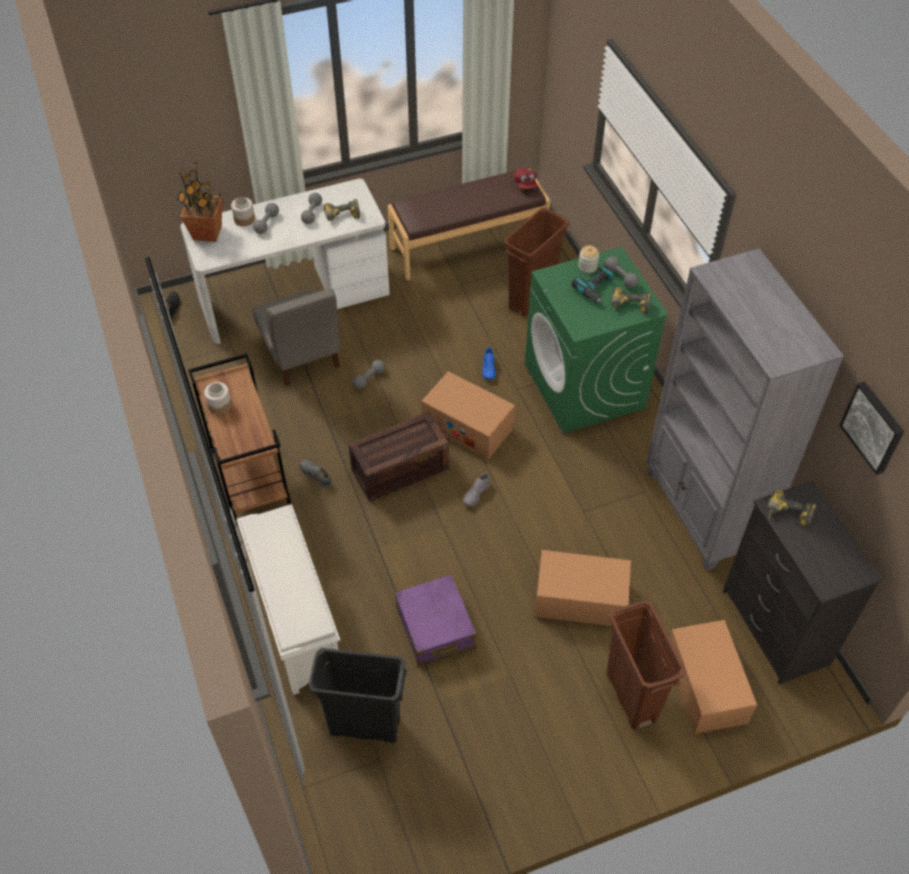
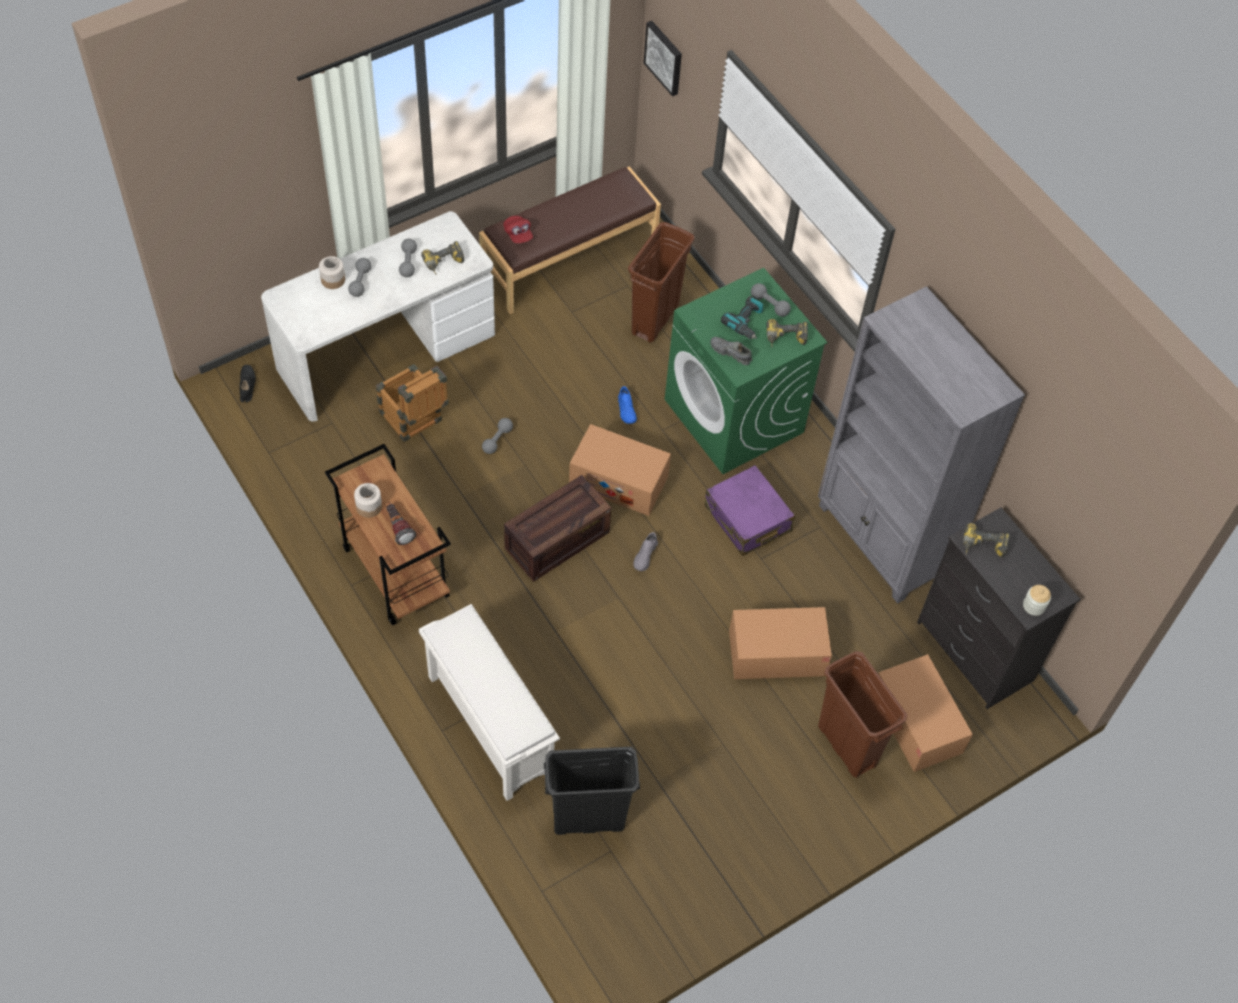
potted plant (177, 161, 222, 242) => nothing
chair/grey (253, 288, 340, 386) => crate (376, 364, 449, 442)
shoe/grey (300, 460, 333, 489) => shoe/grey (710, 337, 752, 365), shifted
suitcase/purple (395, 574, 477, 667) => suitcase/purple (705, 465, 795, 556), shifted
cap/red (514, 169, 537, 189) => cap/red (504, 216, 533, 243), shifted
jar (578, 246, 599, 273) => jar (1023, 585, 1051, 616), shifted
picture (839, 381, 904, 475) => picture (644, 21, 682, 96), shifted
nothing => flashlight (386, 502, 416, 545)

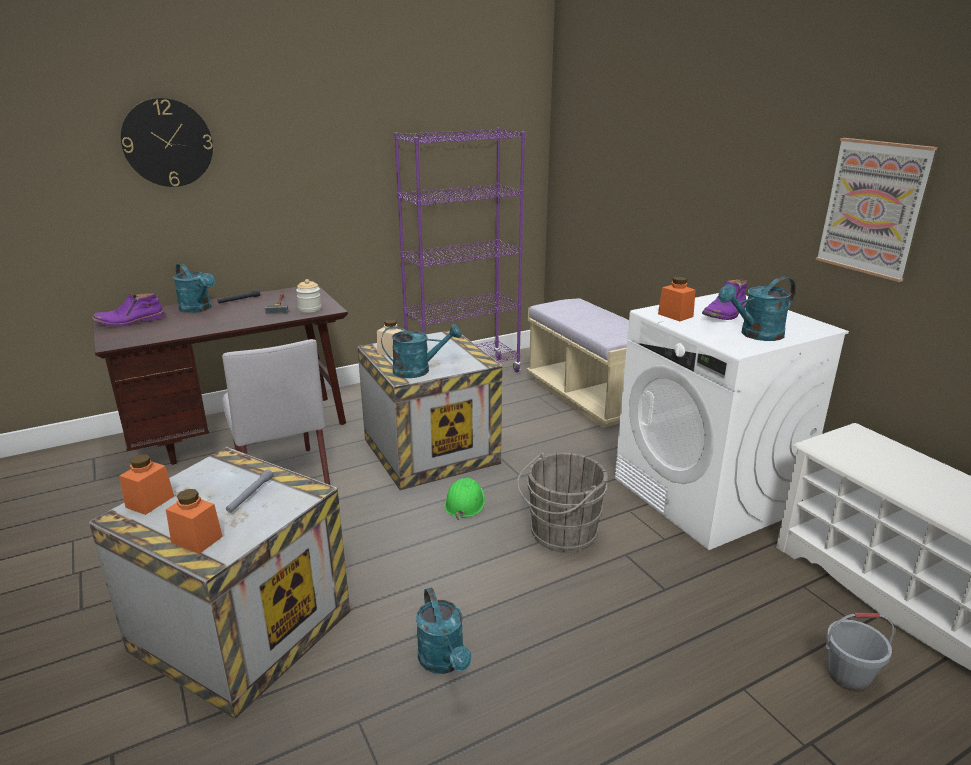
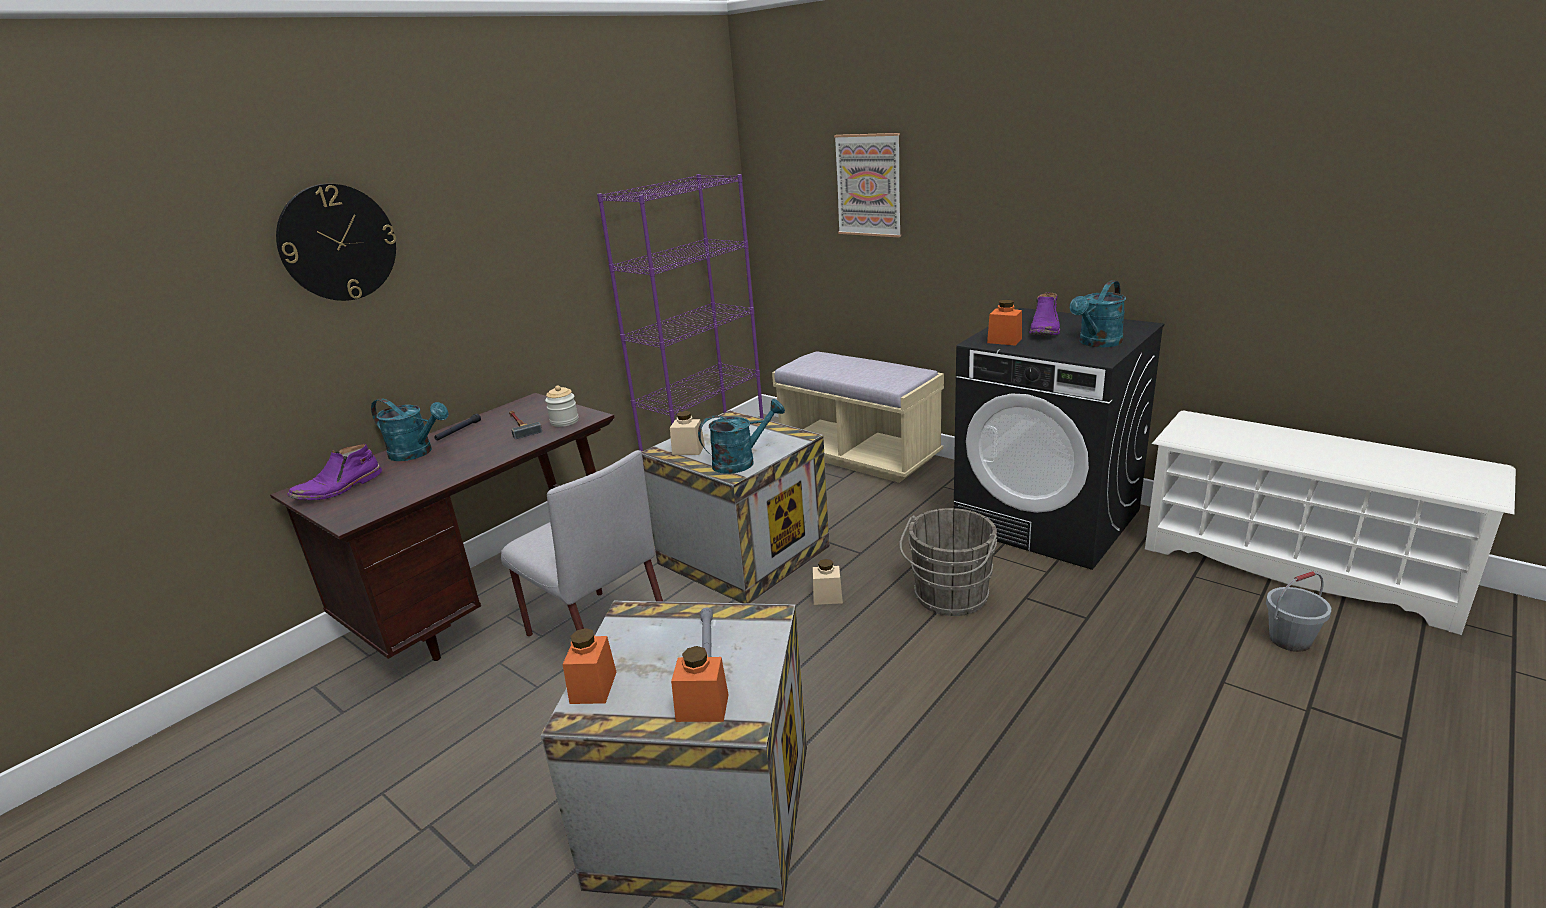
watering can/turquoise (416, 587, 472, 674) => nothing
hard hat/green (444, 478, 485, 520) => jar/beige (813, 559, 843, 605)
washing machine/white (615, 293, 849, 550) => washing machine/black (954, 308, 1165, 570)
picture (816, 138, 937, 282) => picture (834, 133, 901, 237), shifted

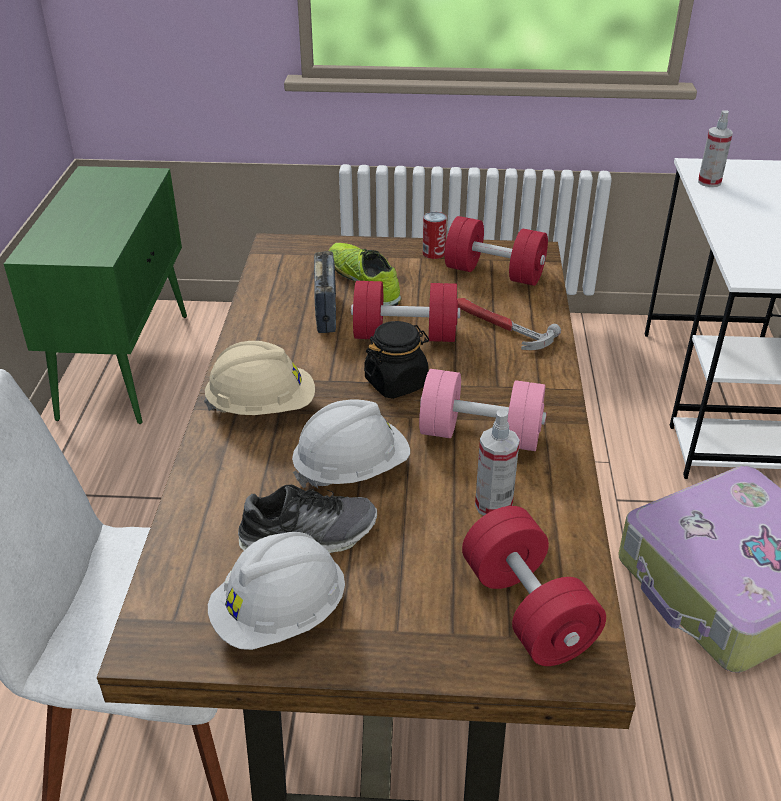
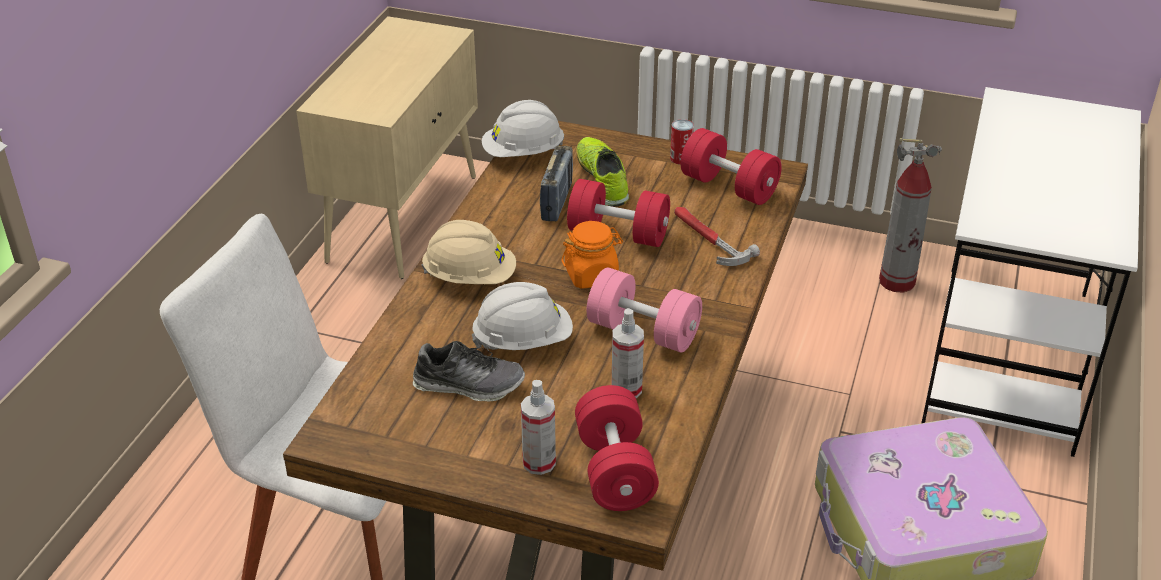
cabinet/green (4, 166, 187, 424) => cabinet/beige (296, 16, 478, 279)
hard hat/white (208, 532, 345, 650) => hard hat/white (482, 100, 564, 157), shifted
jar/black (364, 321, 429, 399) => jar/orange (562, 221, 623, 289)
spray bottle (698, 110, 733, 187) => spray bottle (521, 380, 556, 475), shifted
nothing => fire extinguisher (879, 138, 942, 292)

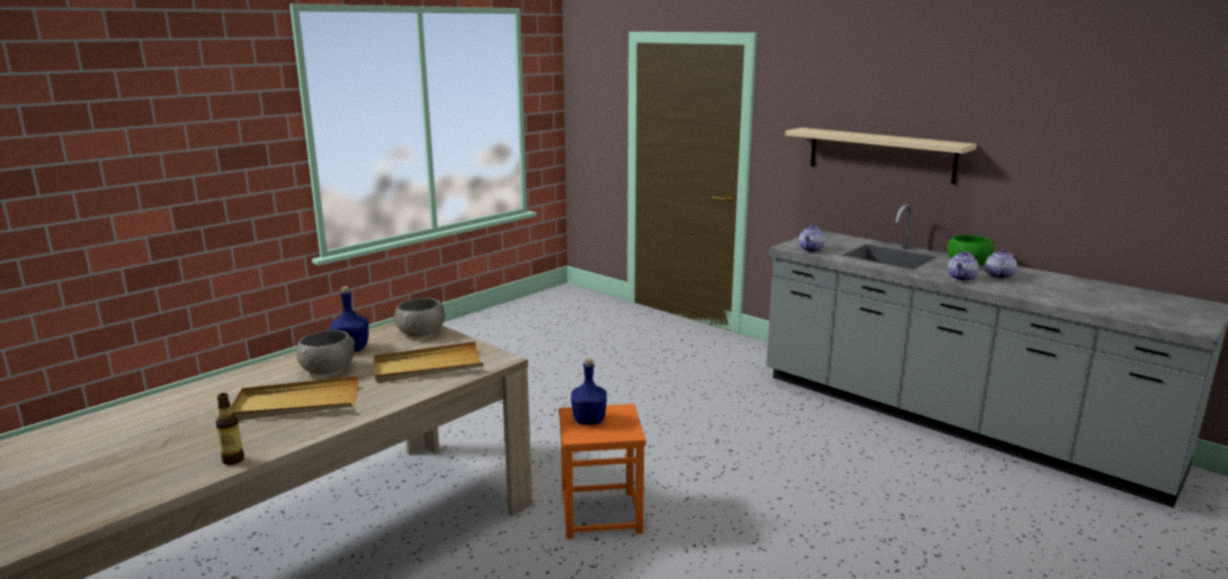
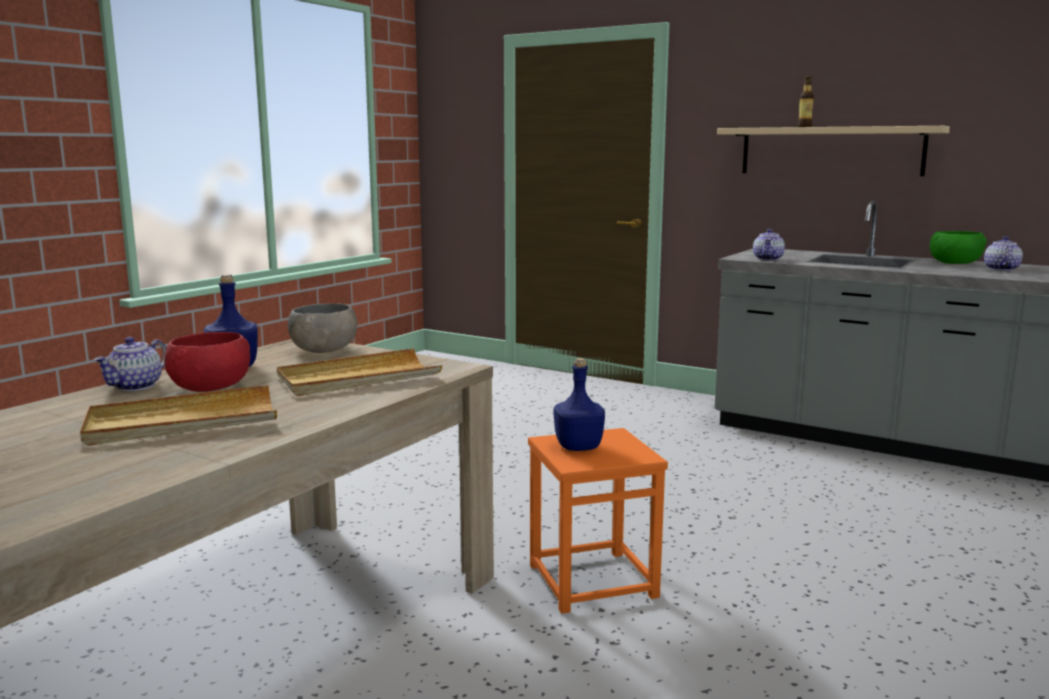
bottle (216, 393, 244, 465) => bottle (798, 76, 814, 127), shifted
bowl/grey (296, 330, 355, 374) => bowl/red (164, 332, 250, 392)
teapot (948, 251, 979, 281) => teapot (94, 337, 166, 391), shifted

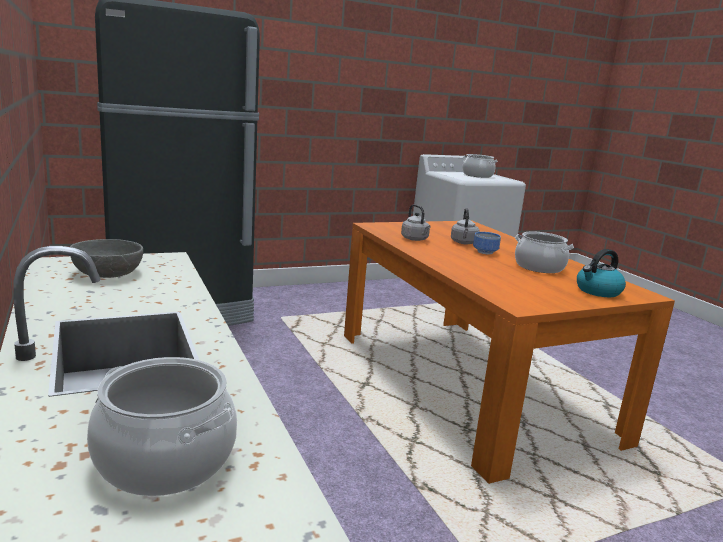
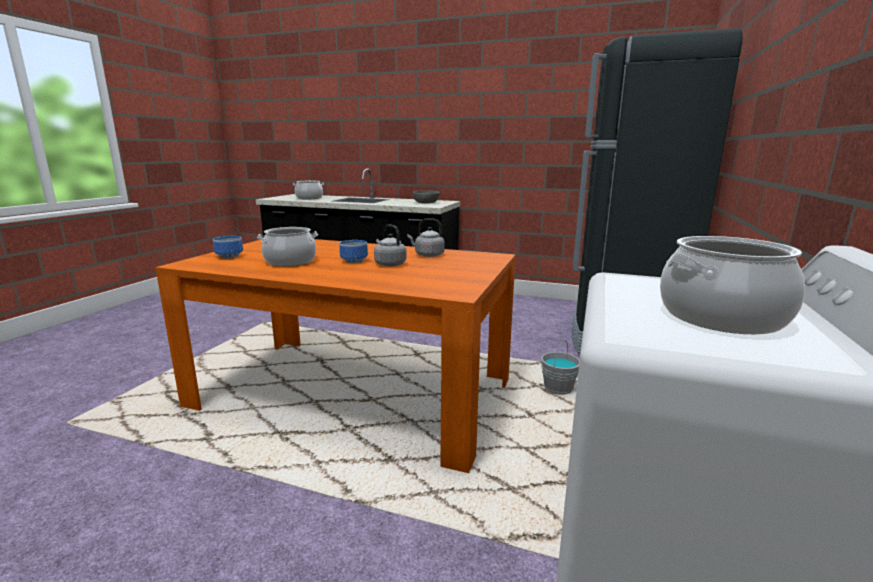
kettle (577, 249, 626, 297) => bowl (213, 236, 243, 258)
nothing => bucket/grey (541, 340, 580, 394)

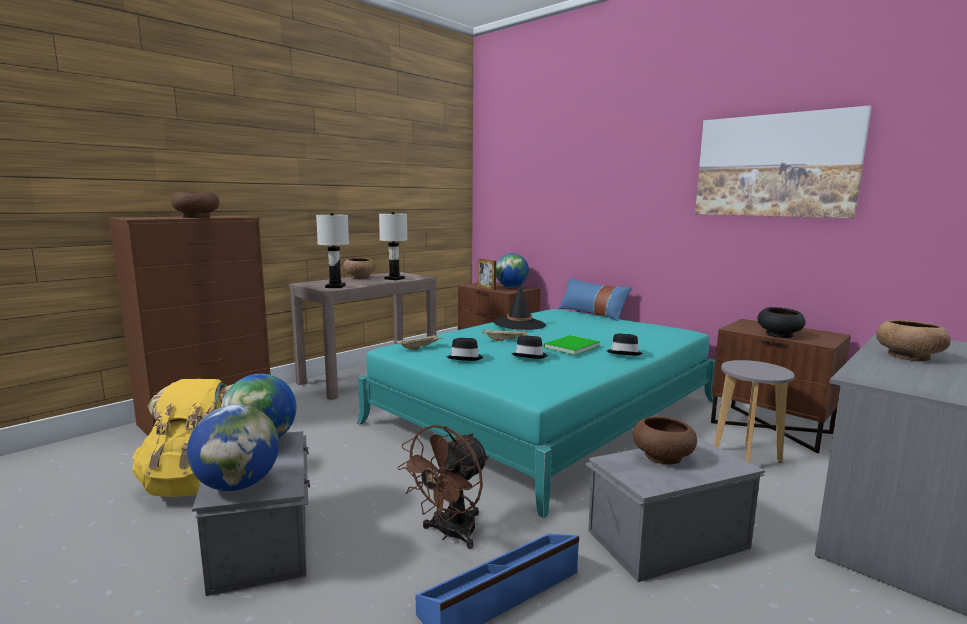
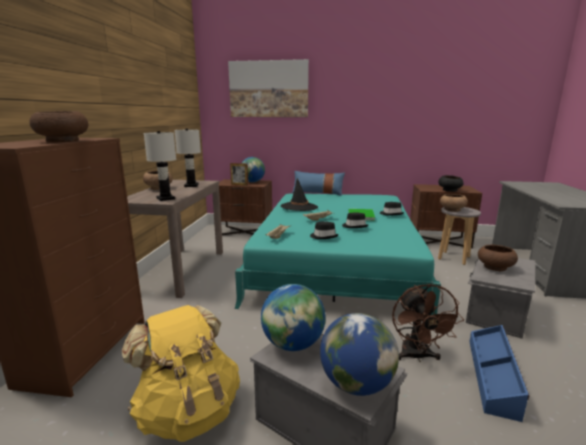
picture (695, 106, 872, 218) => picture (228, 59, 309, 117), shifted
bowl/brown (876, 320, 951, 361) => bowl/brown (440, 194, 468, 212), shifted

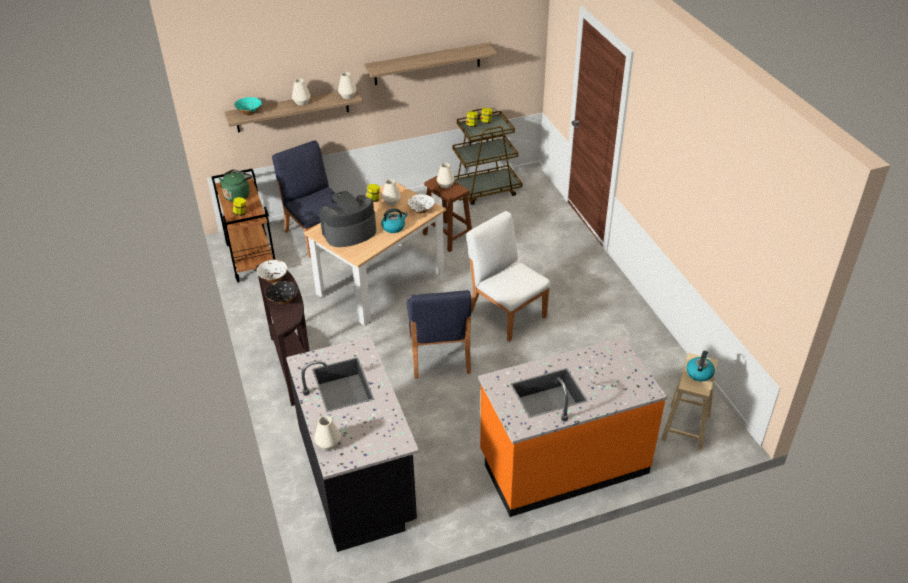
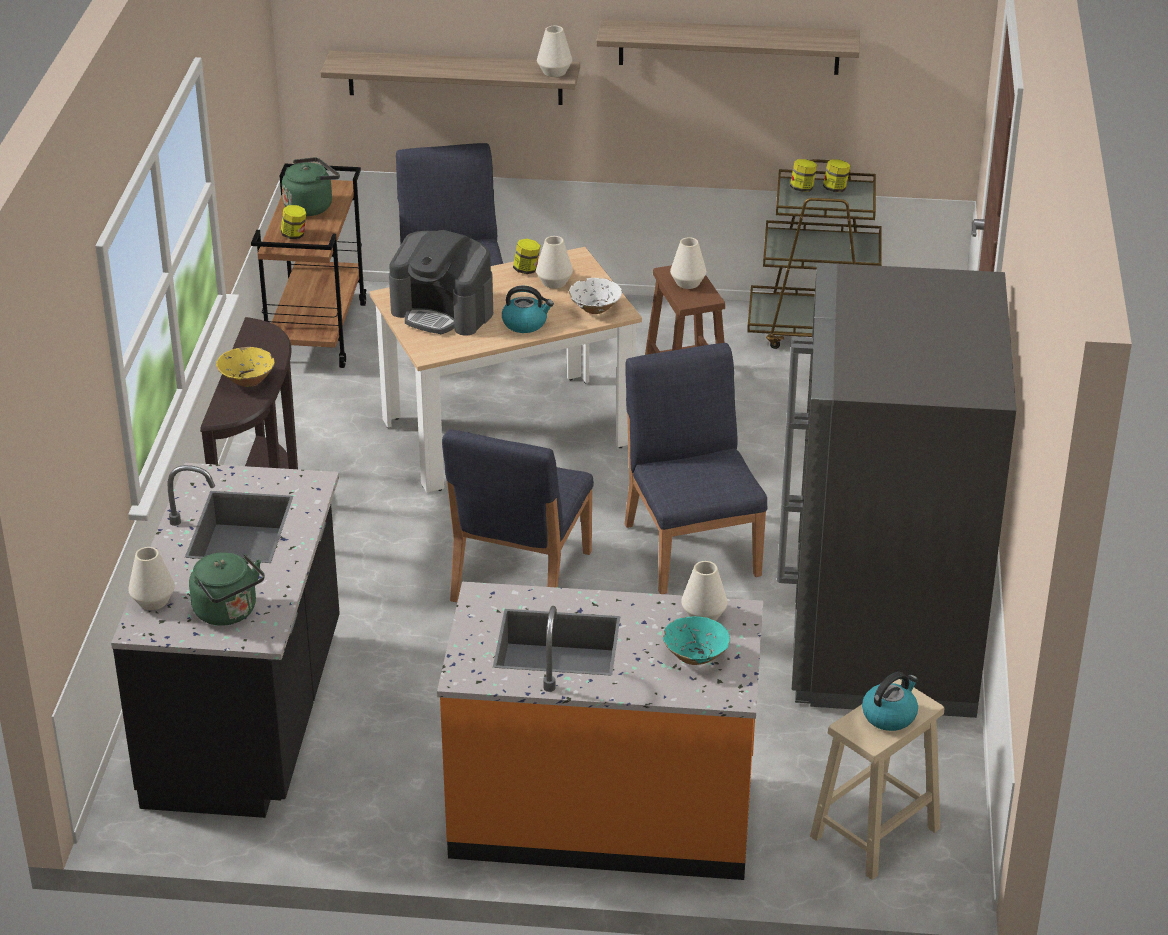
bowl/turquoise (234, 97, 262, 115) => bowl/turquoise (663, 616, 730, 665), shifted
bowl/white (257, 260, 288, 283) => nothing
bowl/black (265, 281, 298, 304) => bowl/yellow (216, 347, 275, 387)
vase/white (292, 78, 311, 106) => vase/white (681, 561, 728, 621), shifted
coffee machine (320, 191, 376, 247) => coffee machine (389, 230, 493, 336), 150 degrees counterclockwise
chair/white (466, 211, 550, 342) => chair/blue (625, 343, 767, 594)
nothing => kettle/green (189, 552, 265, 626)
nothing => fridge/grey (777, 263, 1016, 718)

